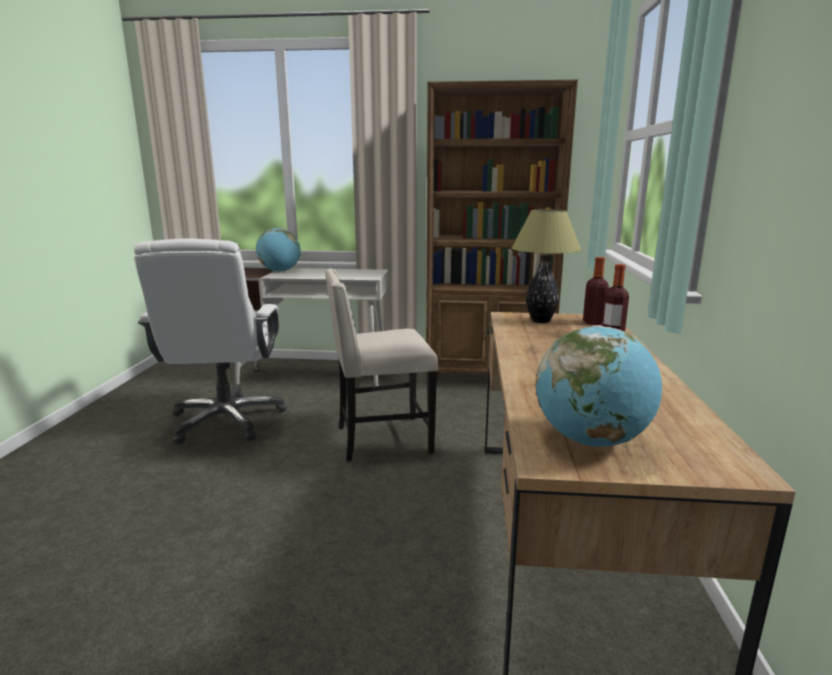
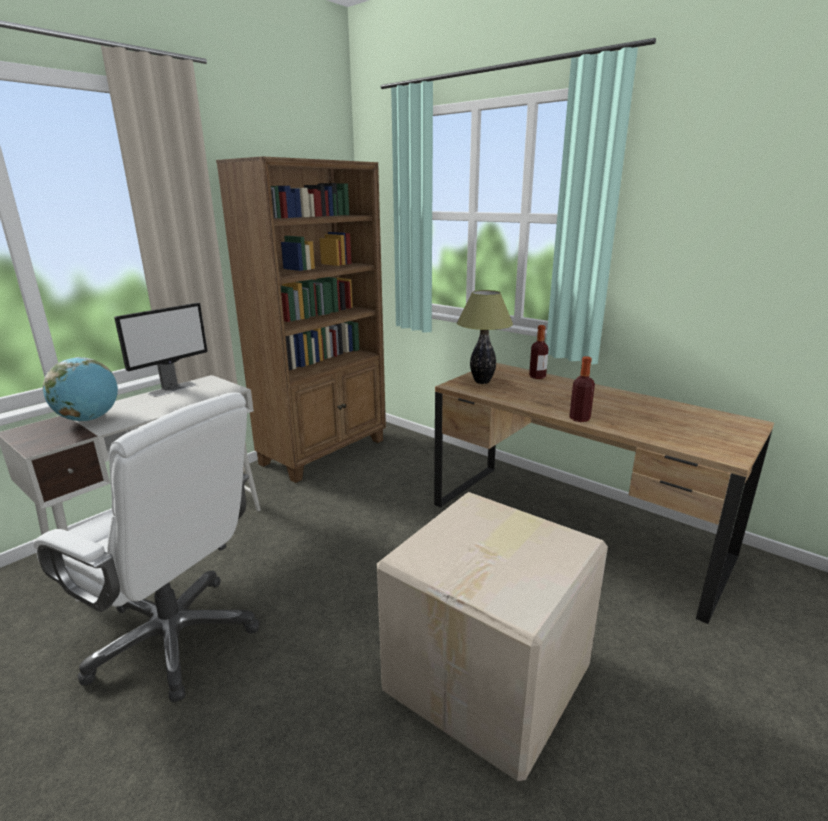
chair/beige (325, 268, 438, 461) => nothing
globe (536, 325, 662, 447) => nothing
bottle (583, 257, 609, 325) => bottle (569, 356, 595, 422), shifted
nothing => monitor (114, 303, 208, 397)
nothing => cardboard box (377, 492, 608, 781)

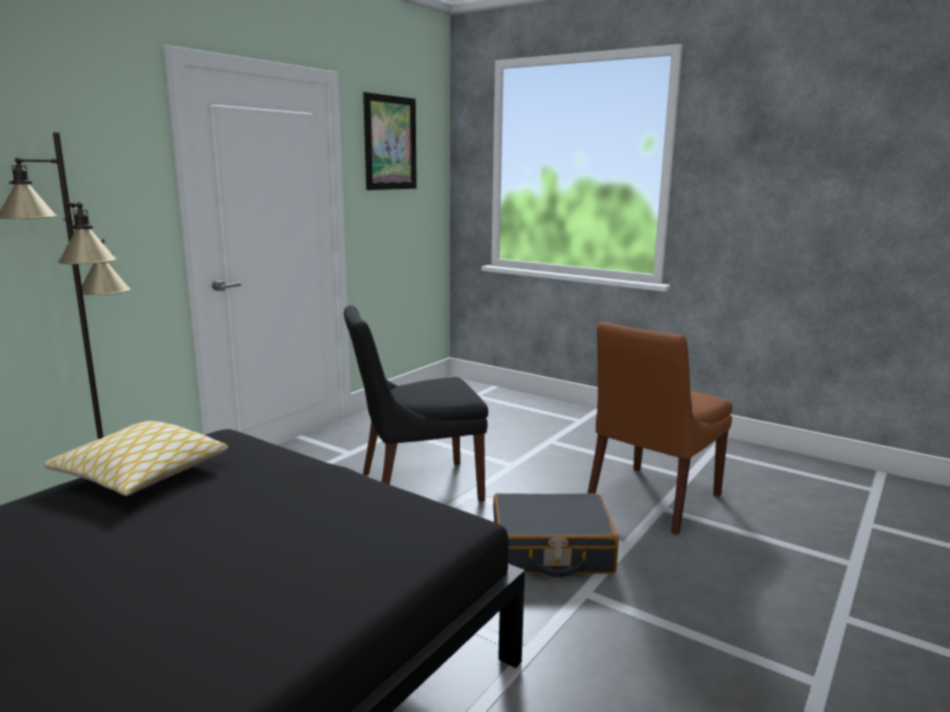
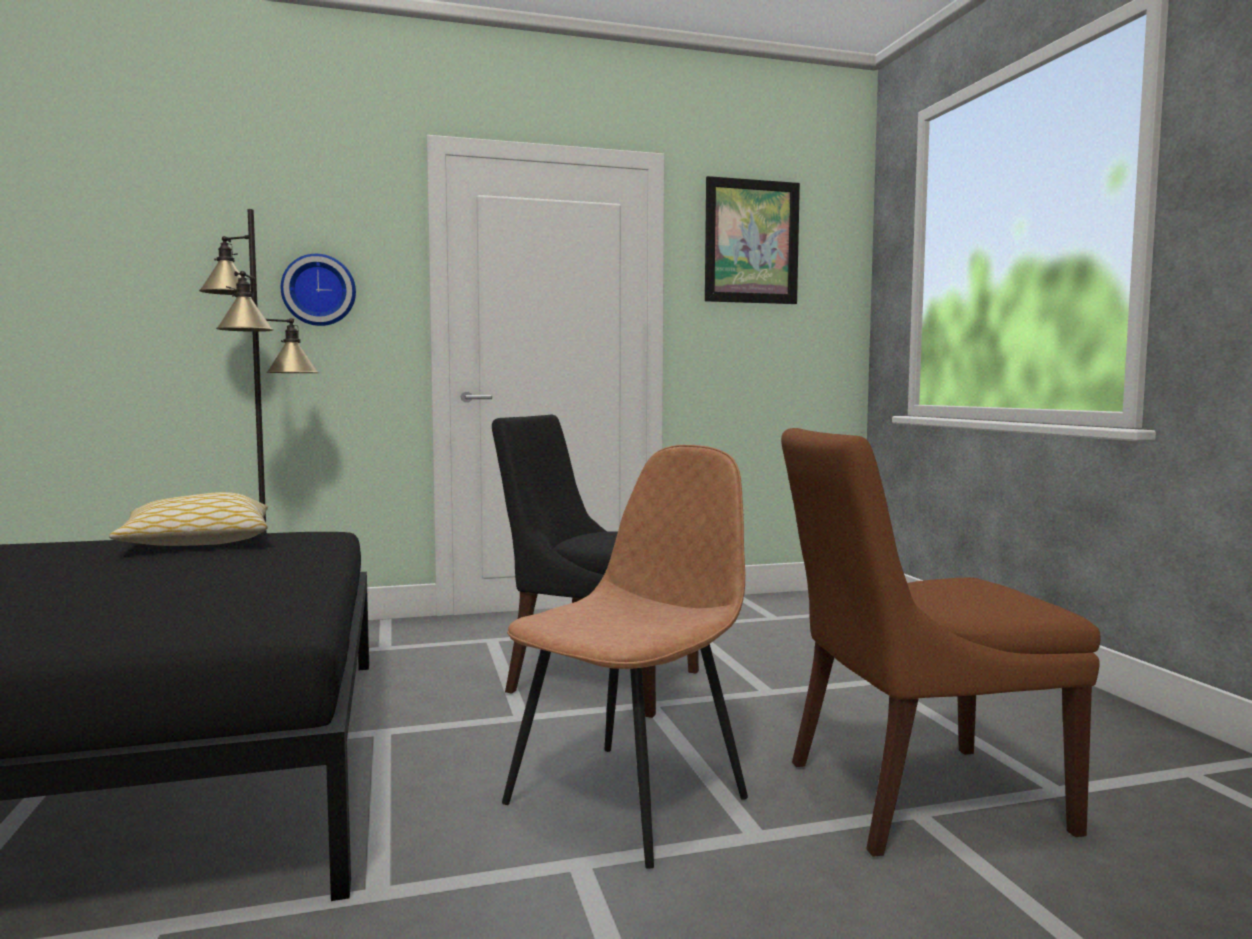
suitcase/black (493, 493, 619, 577) => chair/brown (502, 445, 748, 869)
nothing => wall clock (281, 254, 356, 326)

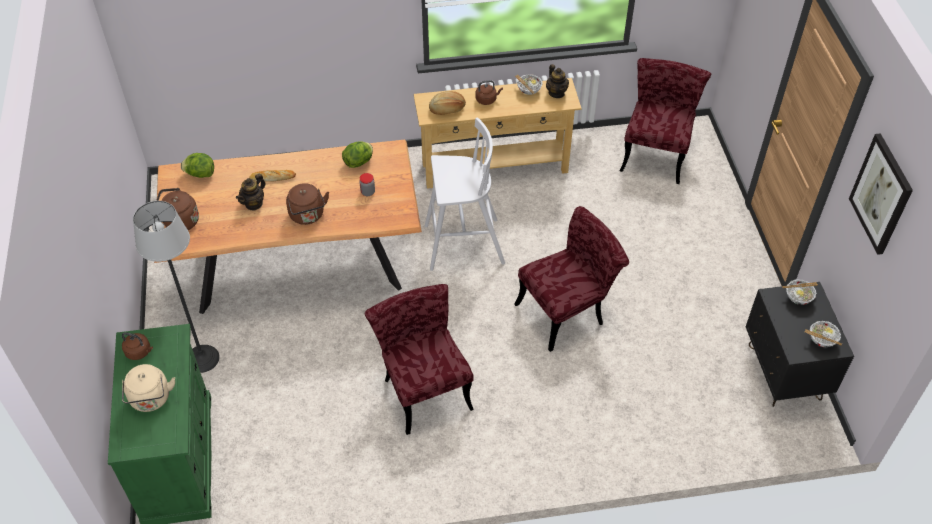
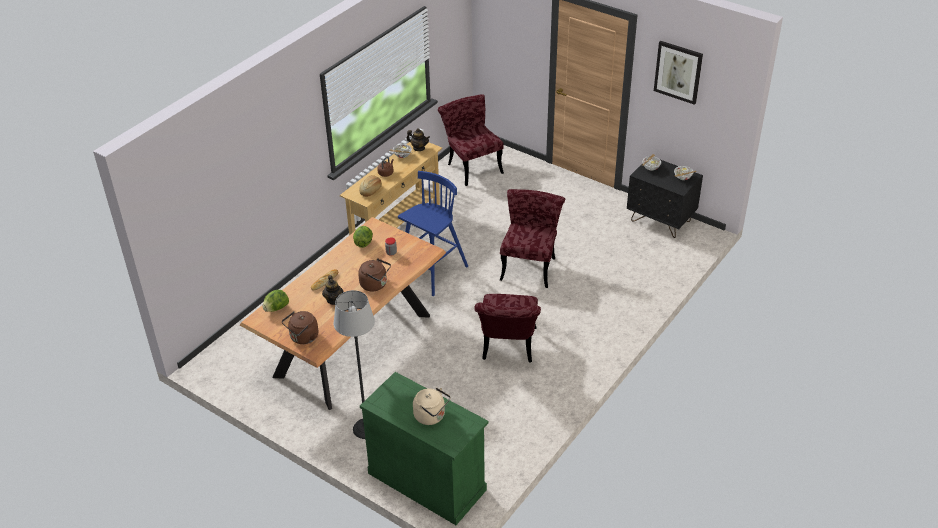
kettle/brown (122, 332, 153, 360) => nothing
chair/red (365, 284, 474, 435) => chair/red (474, 294, 541, 363), 105 degrees counterclockwise
stool/white (425, 117, 505, 271) => stool/blue (398, 171, 468, 296)

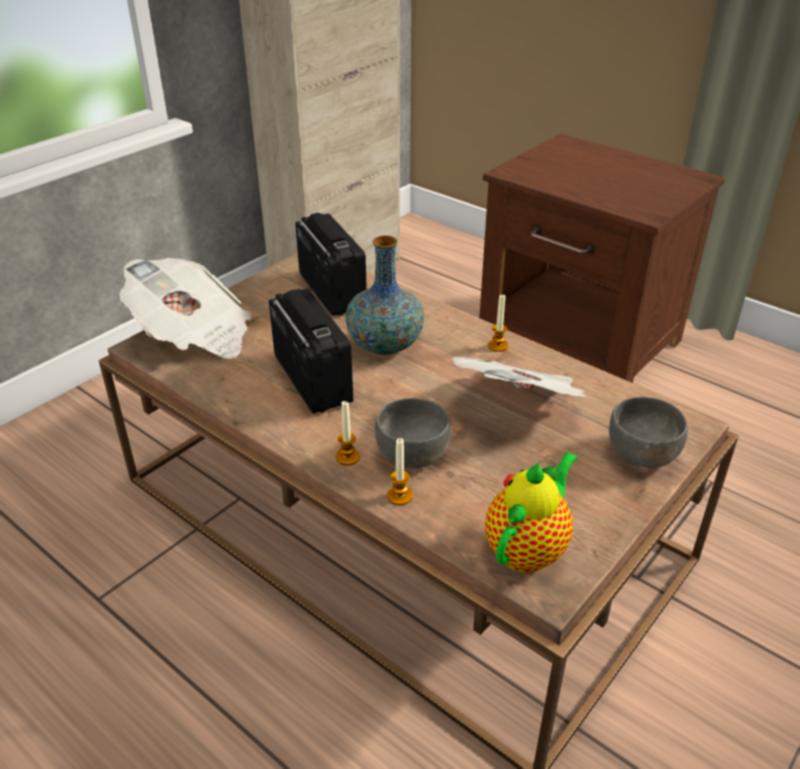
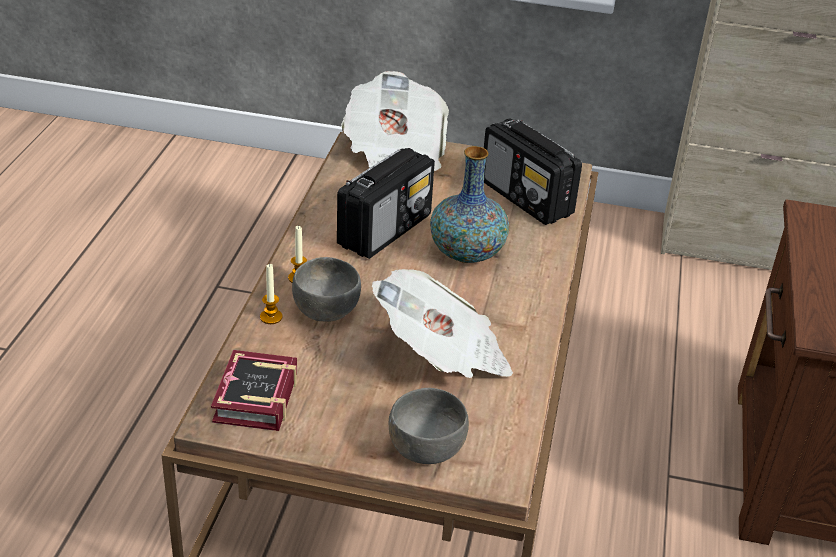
radio (295, 213, 367, 316) => radio (484, 118, 582, 225), 105 degrees clockwise
teapot (485, 452, 578, 573) => book (211, 350, 297, 431)
candle (488, 294, 508, 352) => nothing

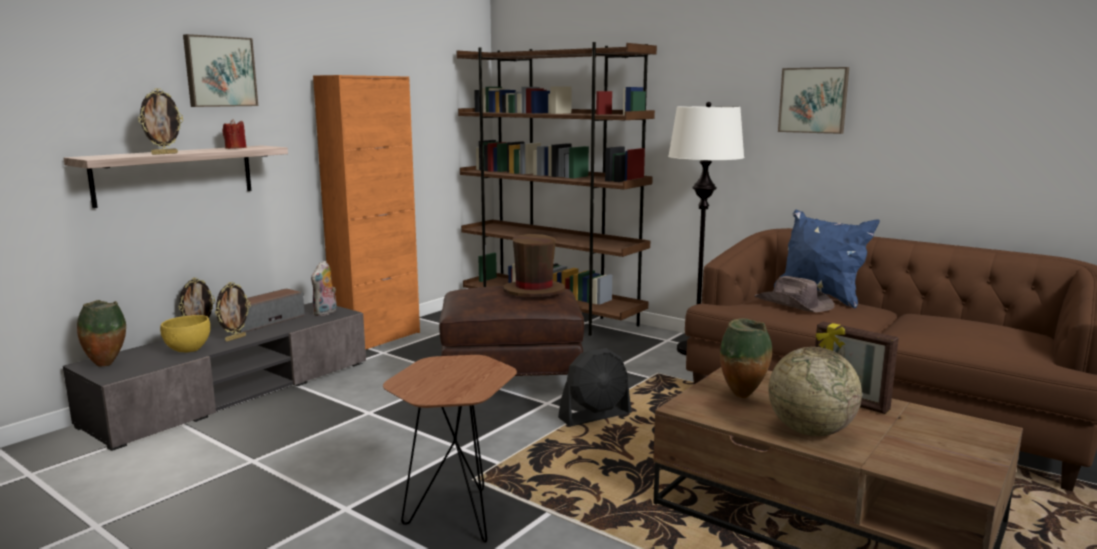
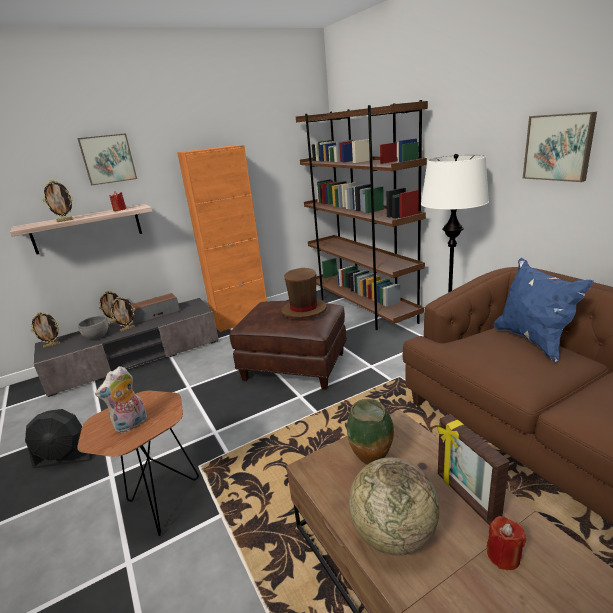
vase (77, 300, 126, 367) => picture frame (31, 312, 60, 348)
bowl/yellow (160, 315, 210, 352) => bowl/grey (78, 316, 109, 339)
plush toy (311, 261, 337, 316) => plush toy (95, 366, 147, 433), shifted
fan/black (558, 348, 632, 427) => fan/black (25, 409, 93, 468), shifted
hat/brown (754, 276, 834, 312) => nothing
nothing => candle/red (487, 516, 526, 570)

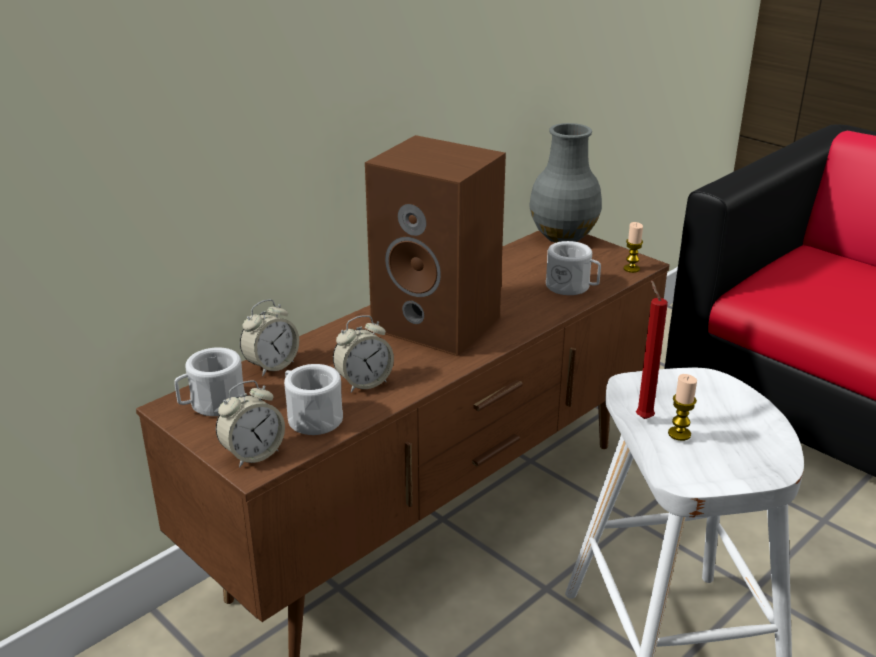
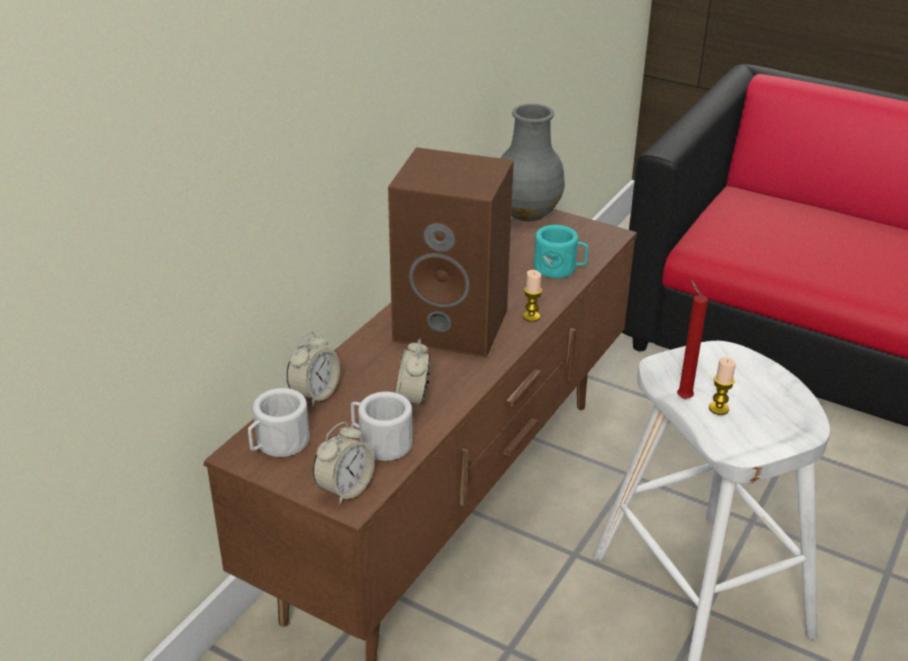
alarm clock (333, 315, 394, 393) => alarm clock (396, 338, 430, 405), 135 degrees clockwise
mug/white (546, 241, 601, 295) => mug/turquoise (534, 225, 588, 278)
candle (624, 222, 643, 273) => candle (523, 270, 542, 322), shifted

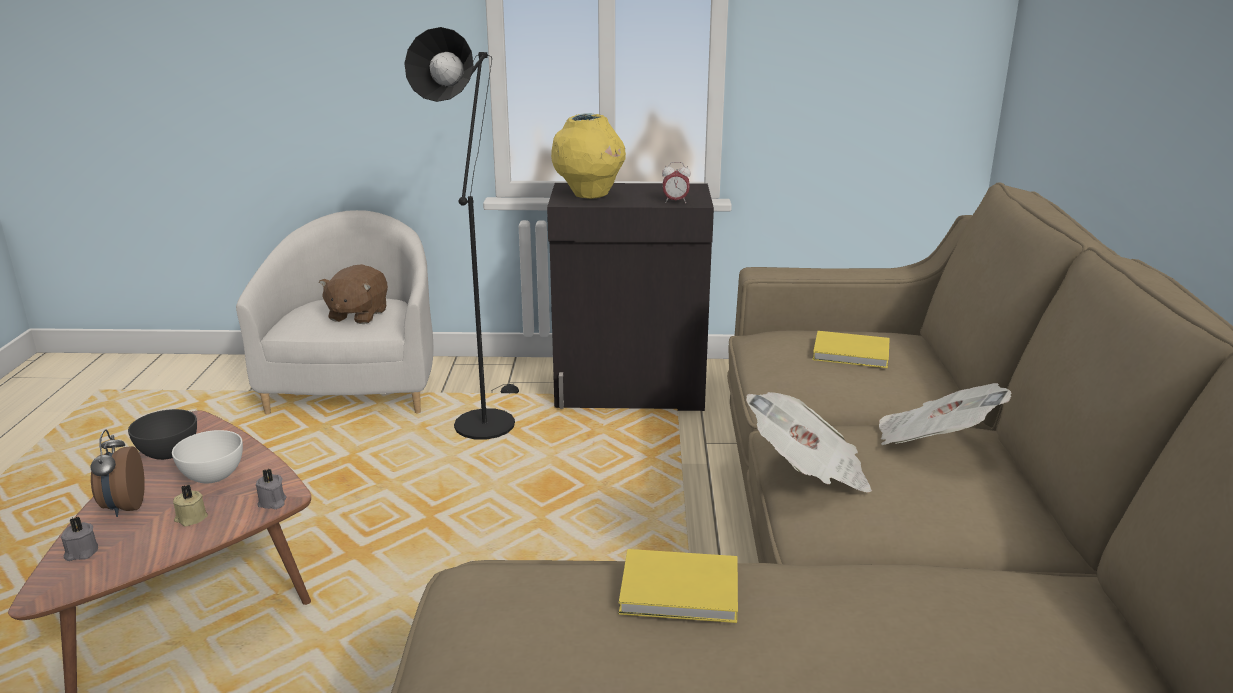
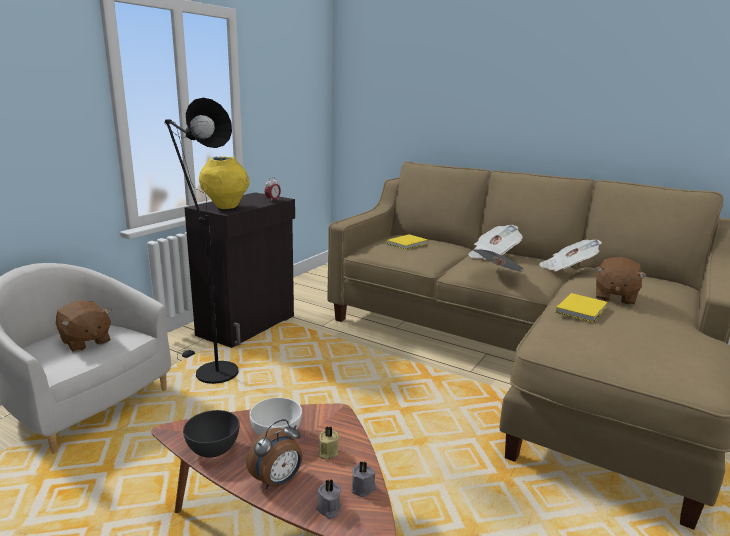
alarm clock (90, 429, 145, 517) => alarm clock (246, 419, 302, 489), 60 degrees counterclockwise
candle/grey (256, 468, 287, 509) => candle/grey (351, 461, 376, 498), shifted
nothing => newspaper (539, 240, 602, 271)
nothing => plush toy/brown (596, 257, 647, 305)

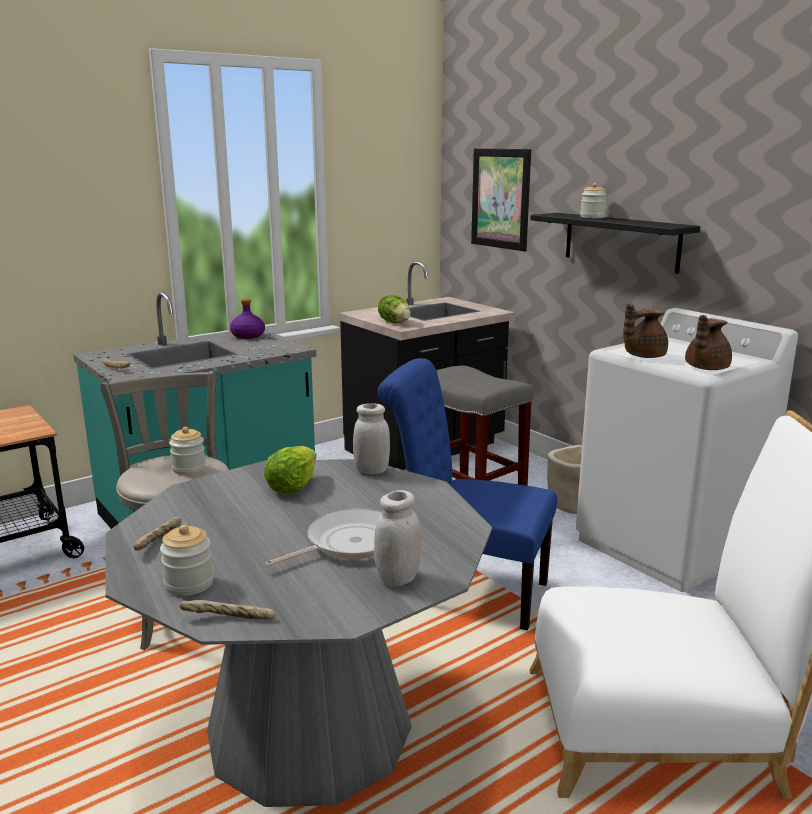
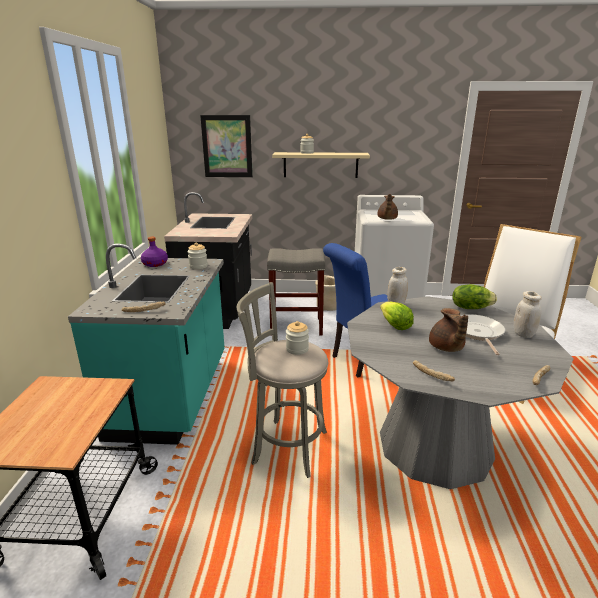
jar (160, 525, 214, 596) => jar (188, 243, 208, 269), shifted
lettuce (378, 295, 411, 323) => lettuce (452, 284, 497, 309), shifted
shelf/black (530, 213, 700, 274) => shelf/beige (272, 152, 370, 178)
teapot/brown (685, 315, 732, 370) => teapot/brown (429, 308, 468, 352), shifted

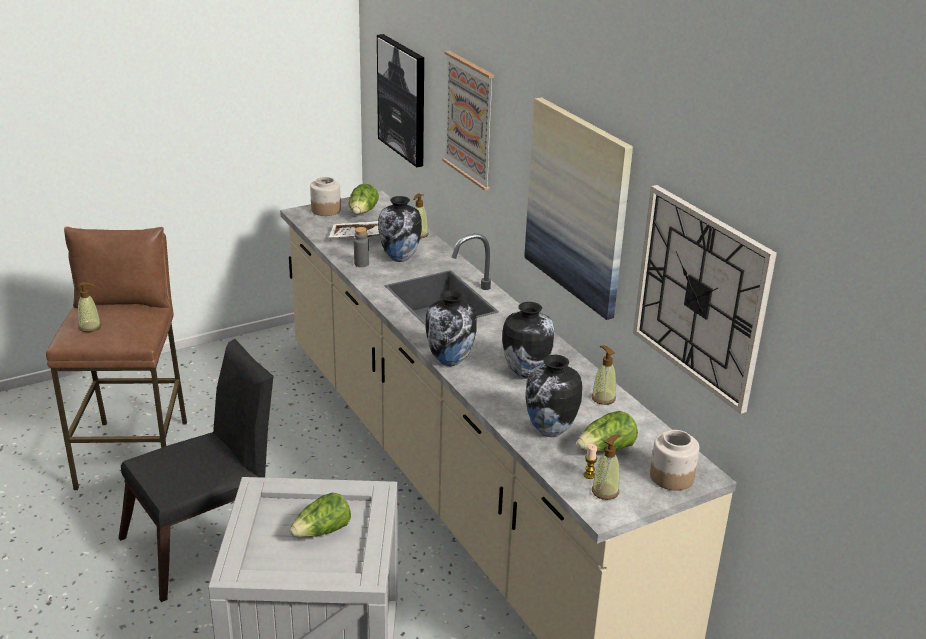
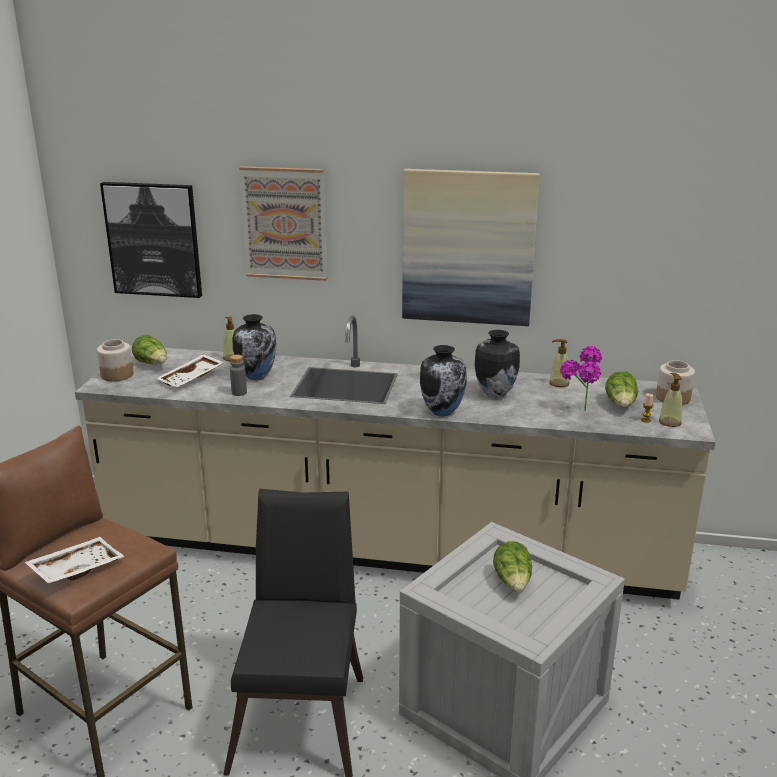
soap dispenser (78, 282, 101, 332) => tray/white (25, 537, 125, 583)
vase (526, 355, 582, 437) => potted plant (560, 346, 602, 411)
wall clock (633, 185, 777, 414) => nothing

